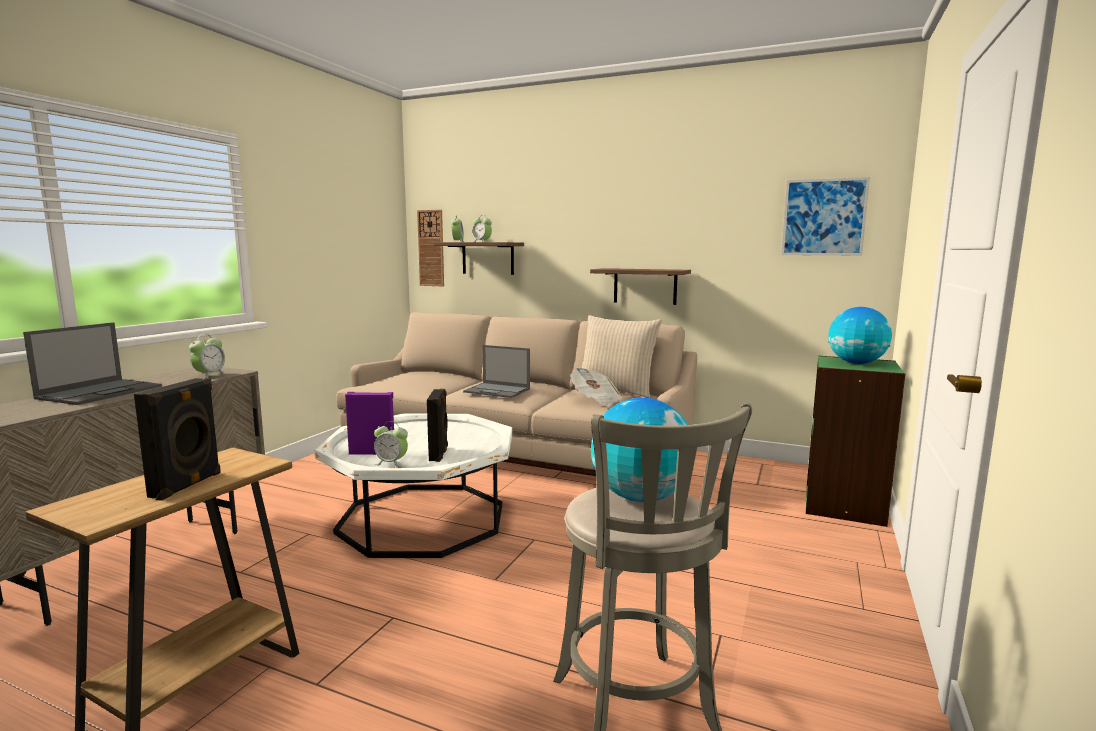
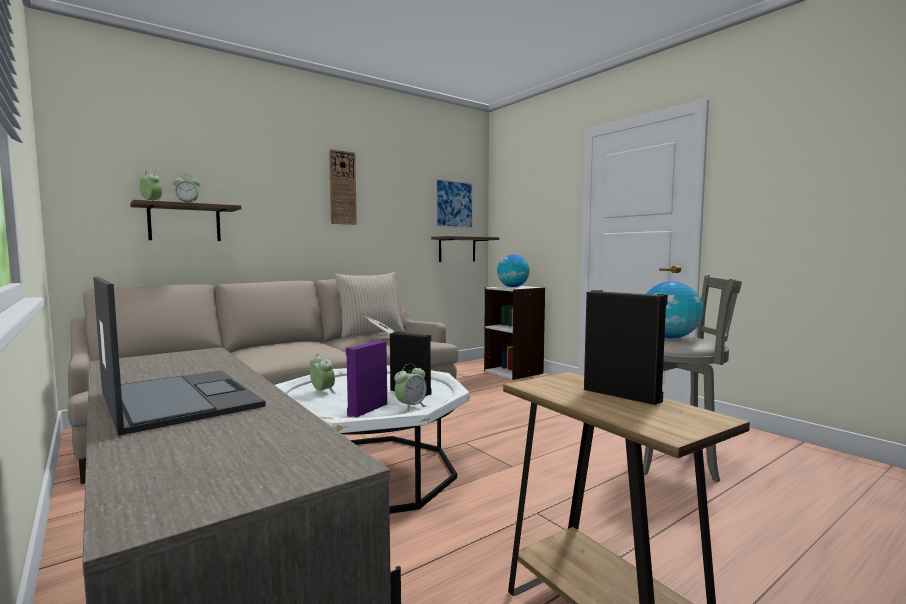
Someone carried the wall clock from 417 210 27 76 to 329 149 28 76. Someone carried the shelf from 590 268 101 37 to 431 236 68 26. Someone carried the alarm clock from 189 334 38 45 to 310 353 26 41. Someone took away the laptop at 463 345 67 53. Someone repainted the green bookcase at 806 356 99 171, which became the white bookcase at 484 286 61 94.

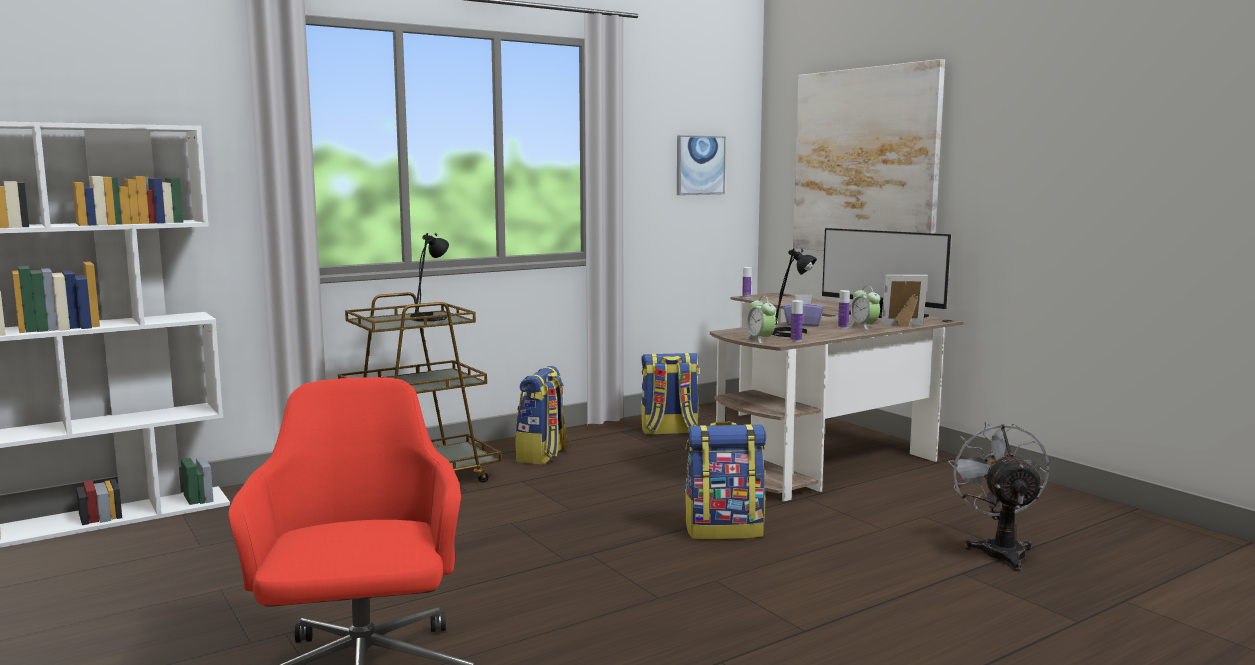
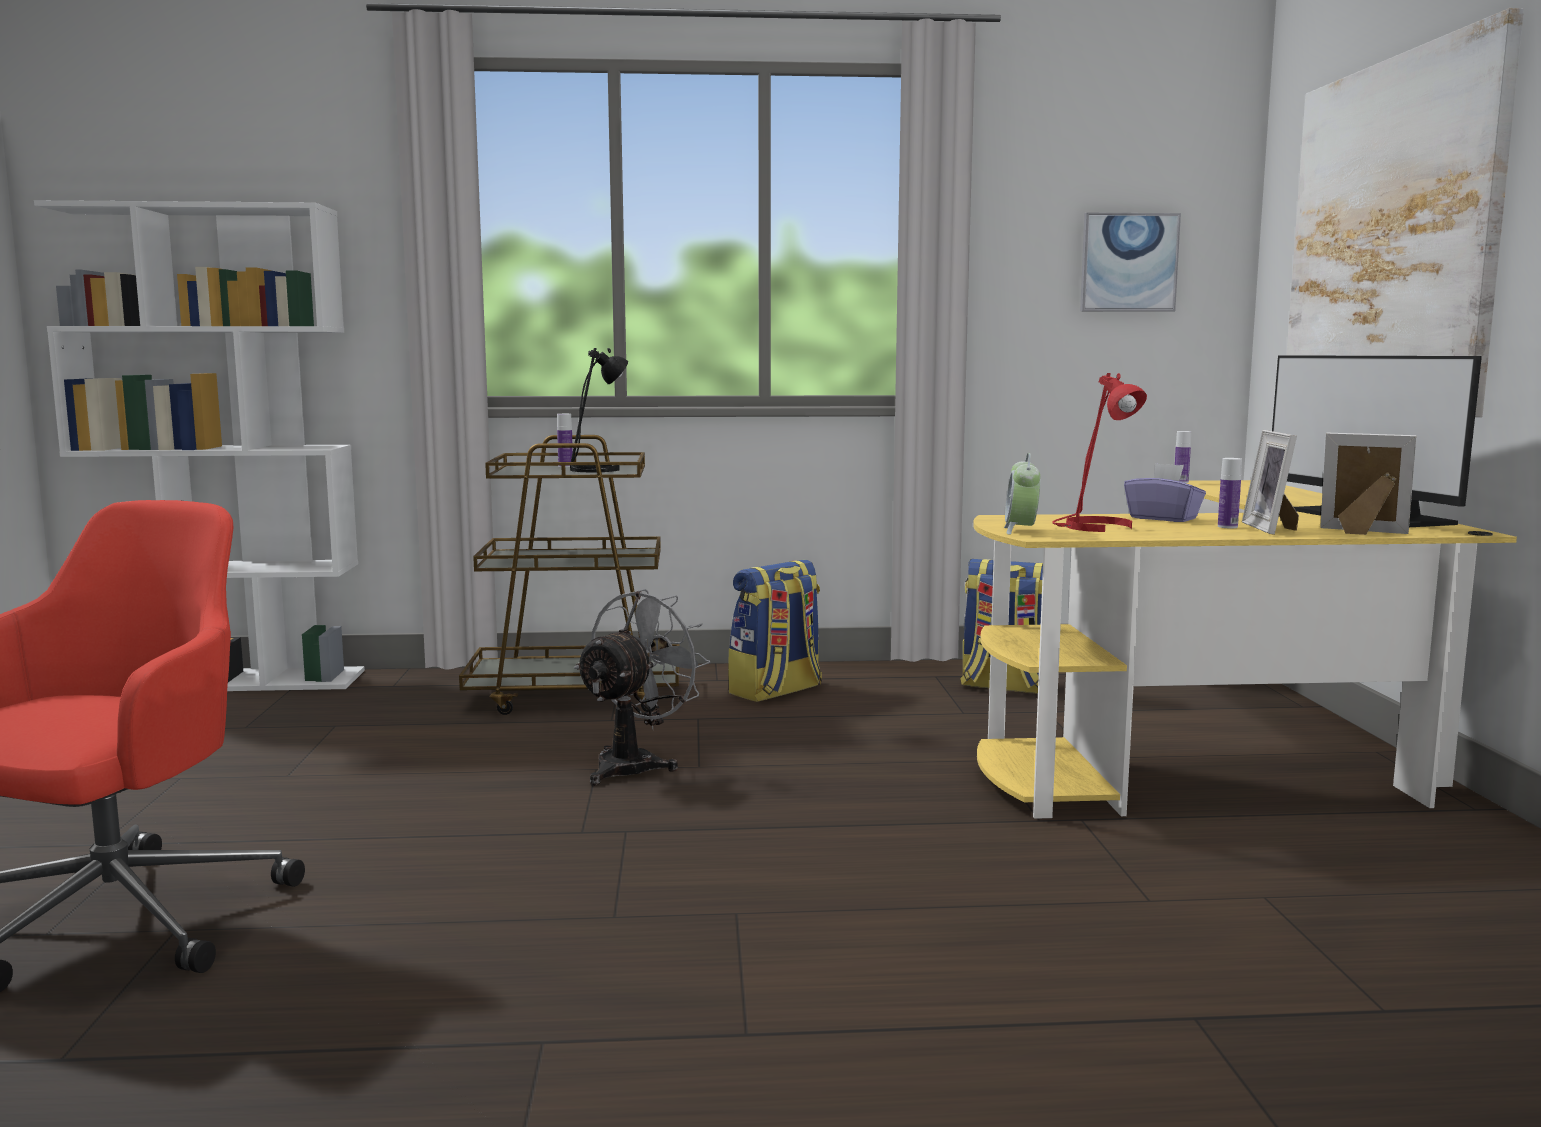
Someone repainted the black table lamp at 772 248 45 89, which became the red table lamp at 1052 373 95 159. Someone swapped the alarm clock at 849 286 31 44 for the picture frame at 1242 430 57 105. Someone repainted the brown desk at 710 292 254 209, which became the yellow desk at 973 480 544 339. Someone carried the bottle from 791 300 12 42 to 557 414 16 54. Someone took away the backpack at 684 422 82 118. Someone carried the grey fan from 948 422 101 149 to 574 589 137 197.

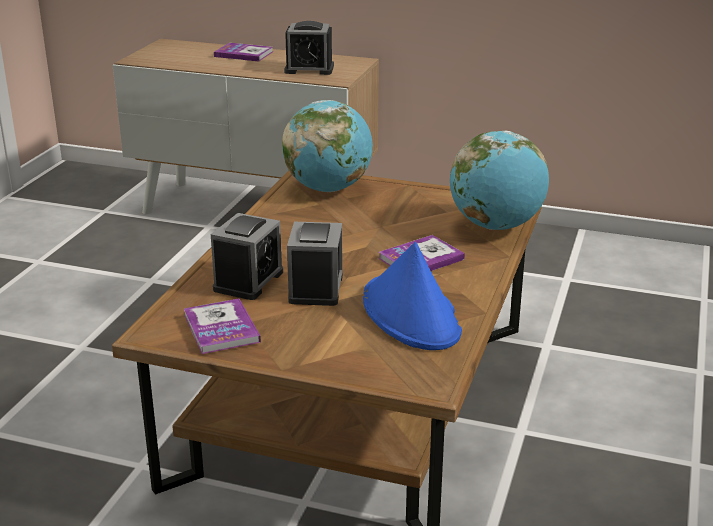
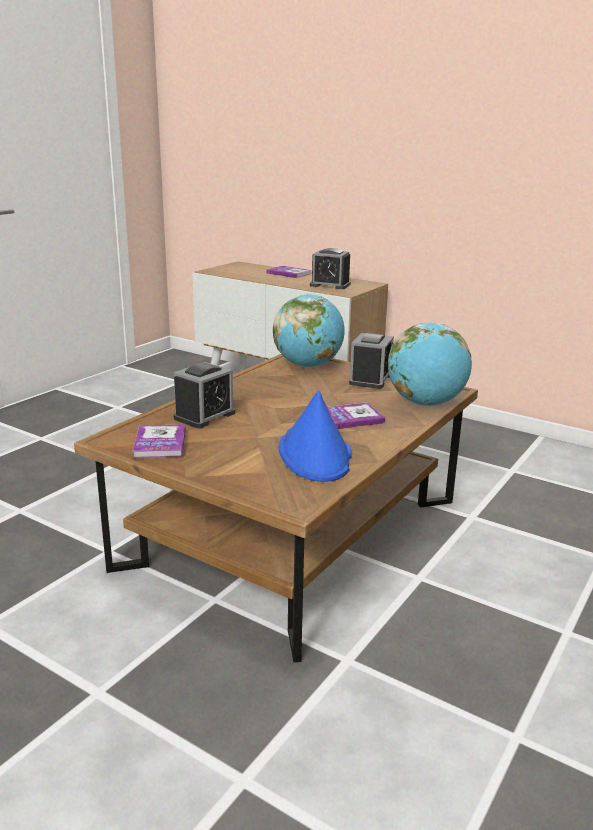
Someone carried the alarm clock from 287 222 56 84 to 349 333 45 56.

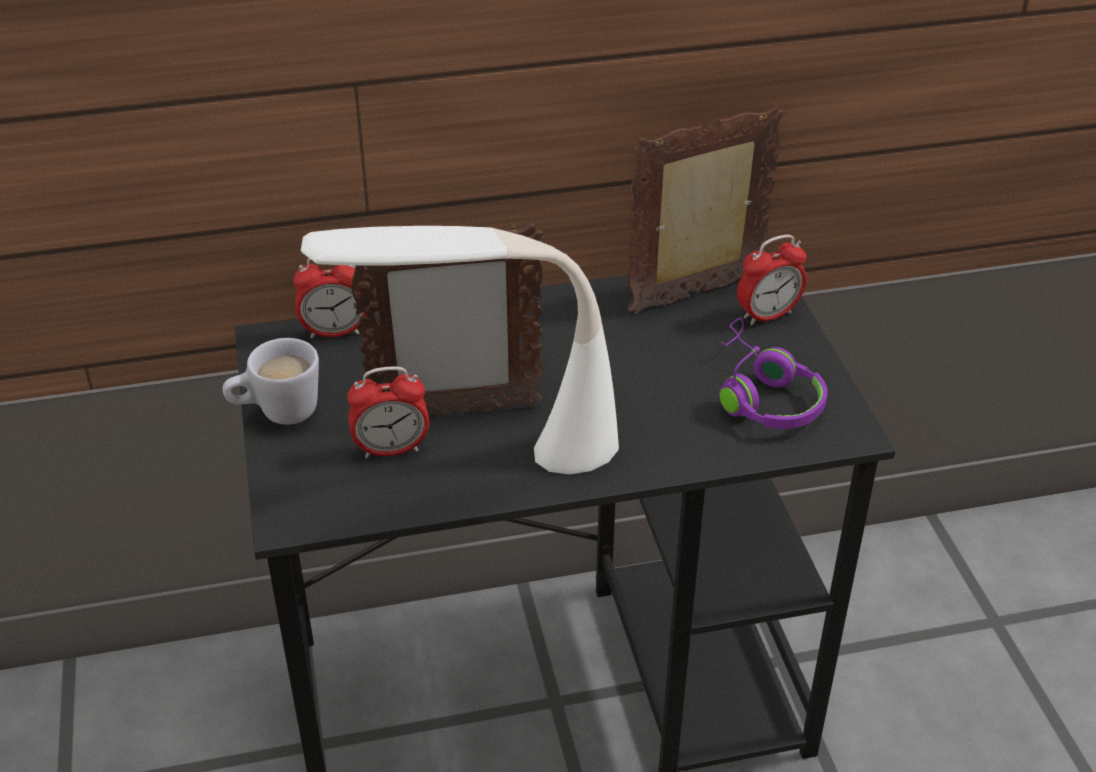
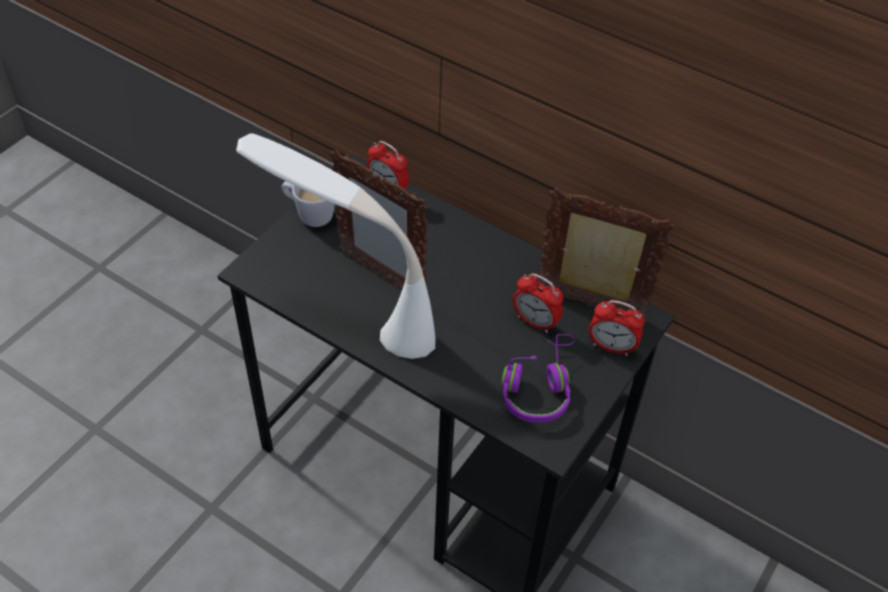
Someone carried the alarm clock from 347 366 82 93 to 513 273 50 60.

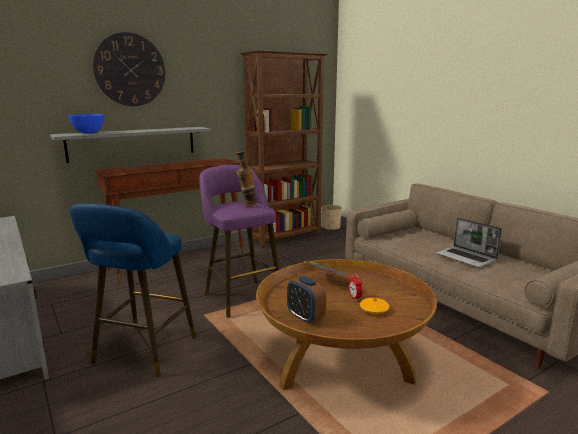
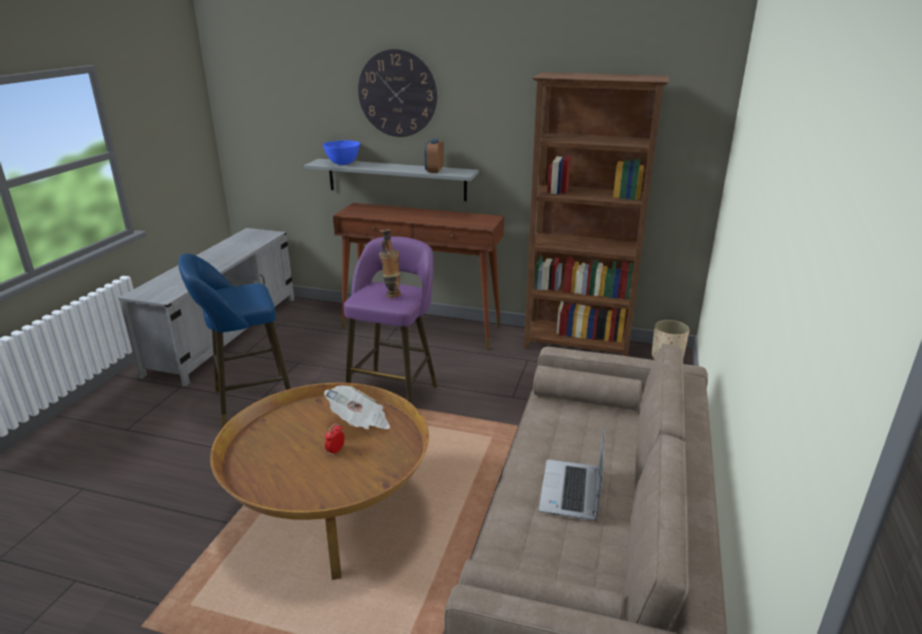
Someone carried the alarm clock from 287 276 39 48 to 424 139 20 34. Someone took away the orange vase at 360 297 29 17.

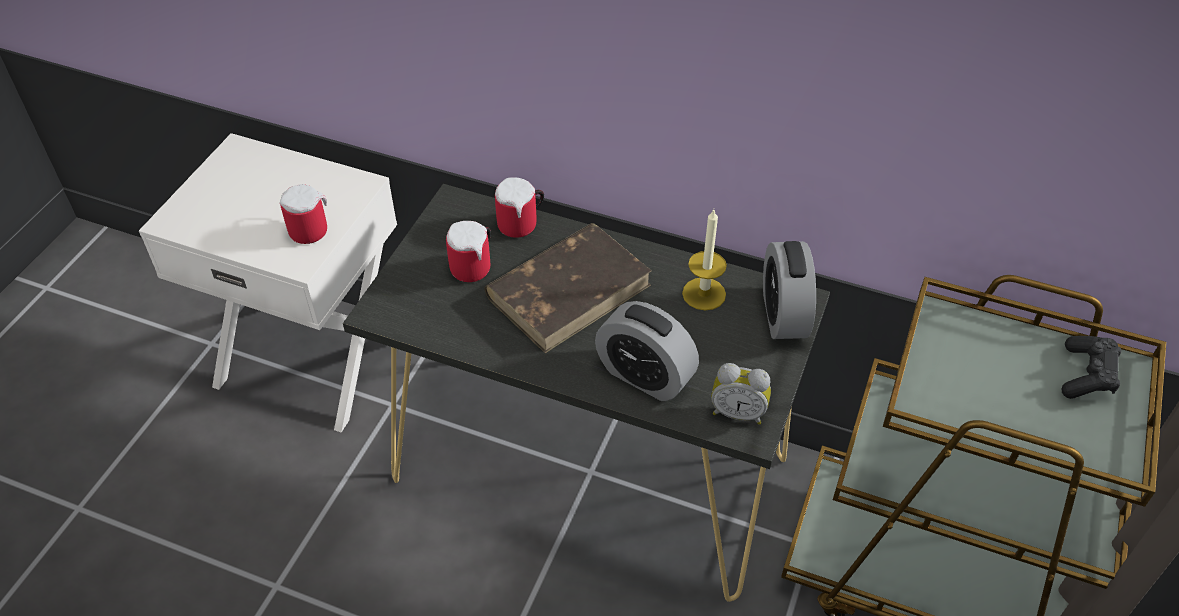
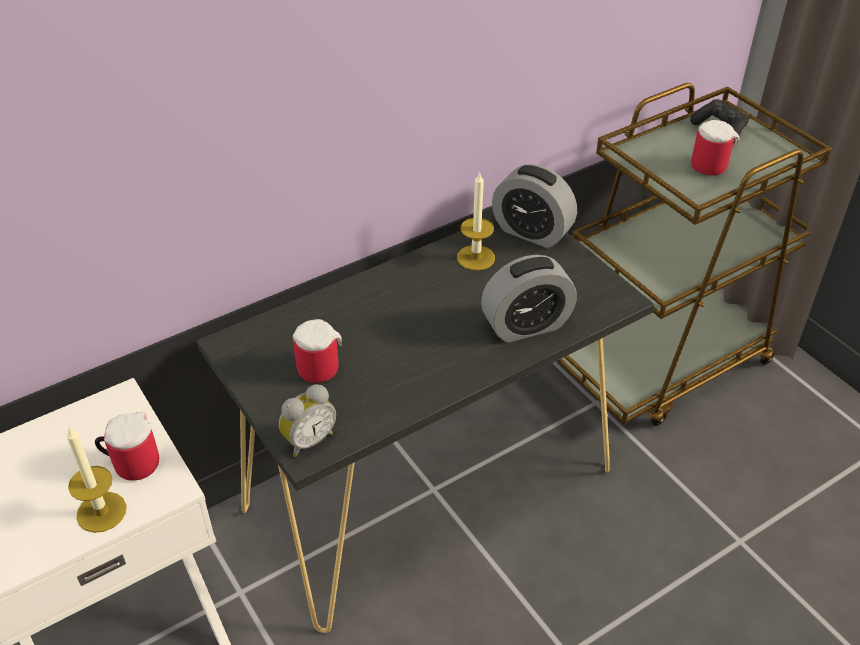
Someone carried the mug from 495 177 49 61 to 691 120 48 55. Someone took away the brown book at 484 223 168 130. Someone carried the alarm clock from 711 363 60 62 to 279 384 57 73. Someone put down the candle at 66 426 61 107.

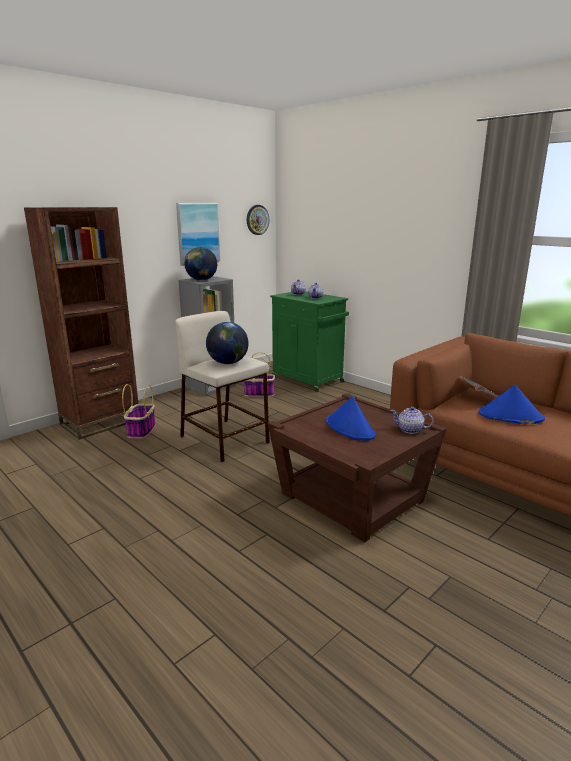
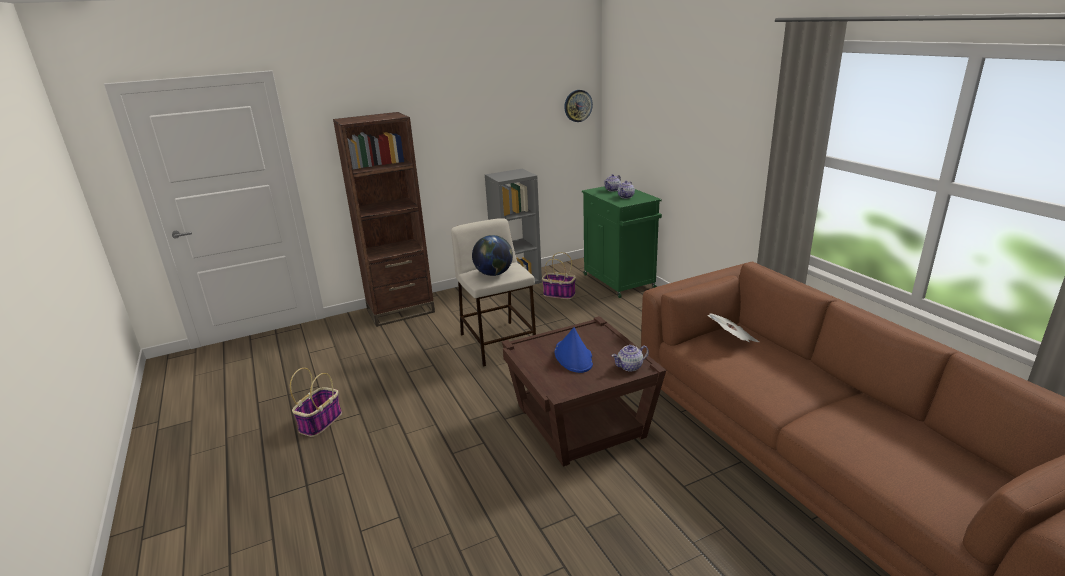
Someone took away the picture at 176 203 44 63. Someone took away the globe at 184 247 33 33. Someone carried the basket from 122 384 34 55 to 290 368 52 69. Someone took away the blue hat at 478 384 67 40. Someone rotated the teapot at 390 407 44 27 by 60 degrees counterclockwise.

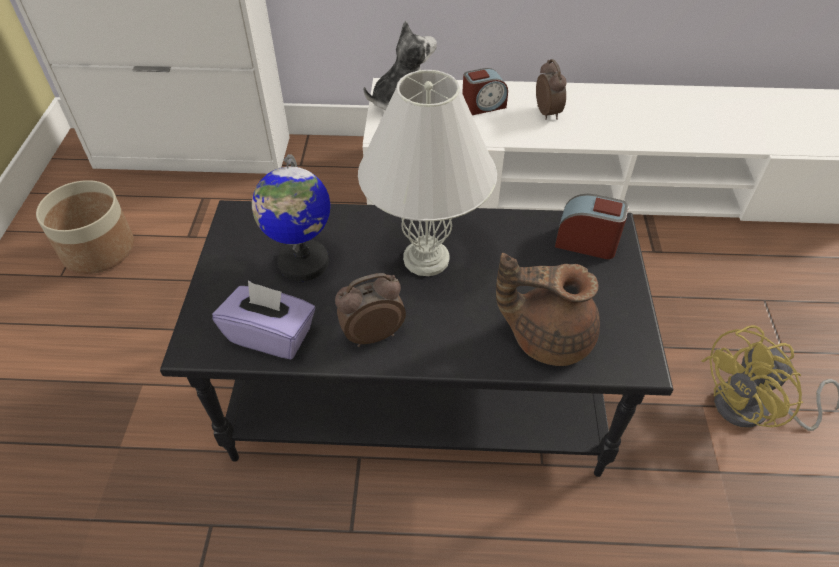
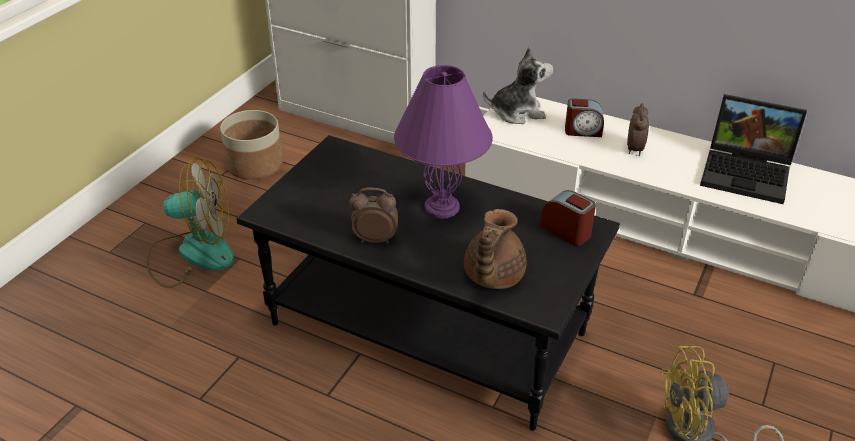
Someone repainted the white table lamp at 358 70 139 206, which became the purple table lamp at 394 65 99 154. Someone took away the globe at 252 154 78 127. Someone rotated the brown teapot at 496 253 104 113 by 105 degrees counterclockwise. Someone took away the purple tissue box at 212 281 103 78. Someone put down the laptop at 700 94 107 110. Someone put down the fan at 147 157 87 131.

